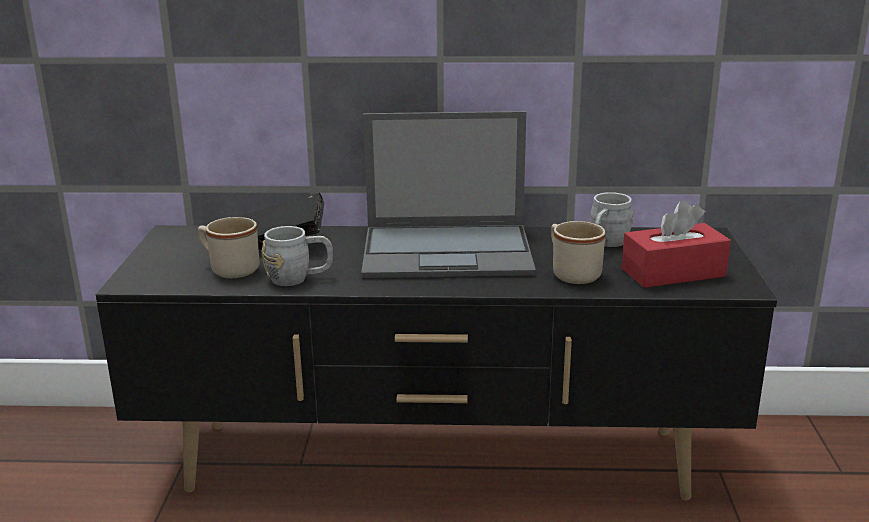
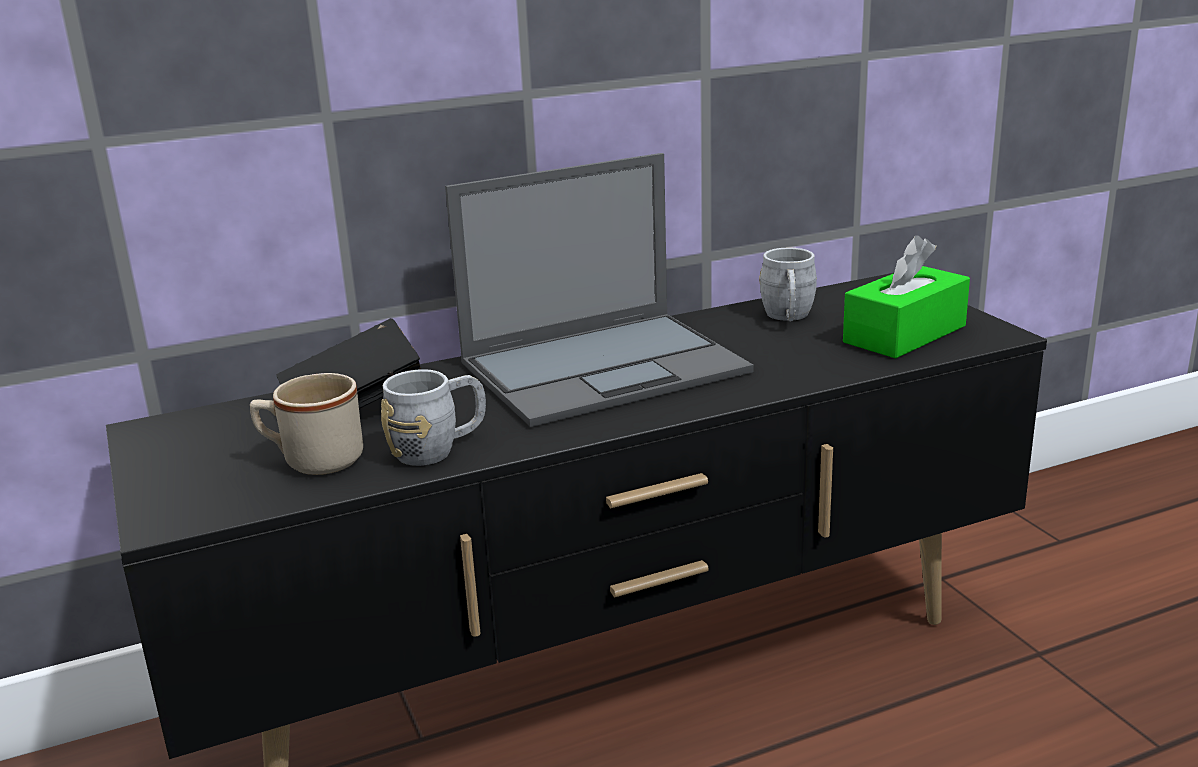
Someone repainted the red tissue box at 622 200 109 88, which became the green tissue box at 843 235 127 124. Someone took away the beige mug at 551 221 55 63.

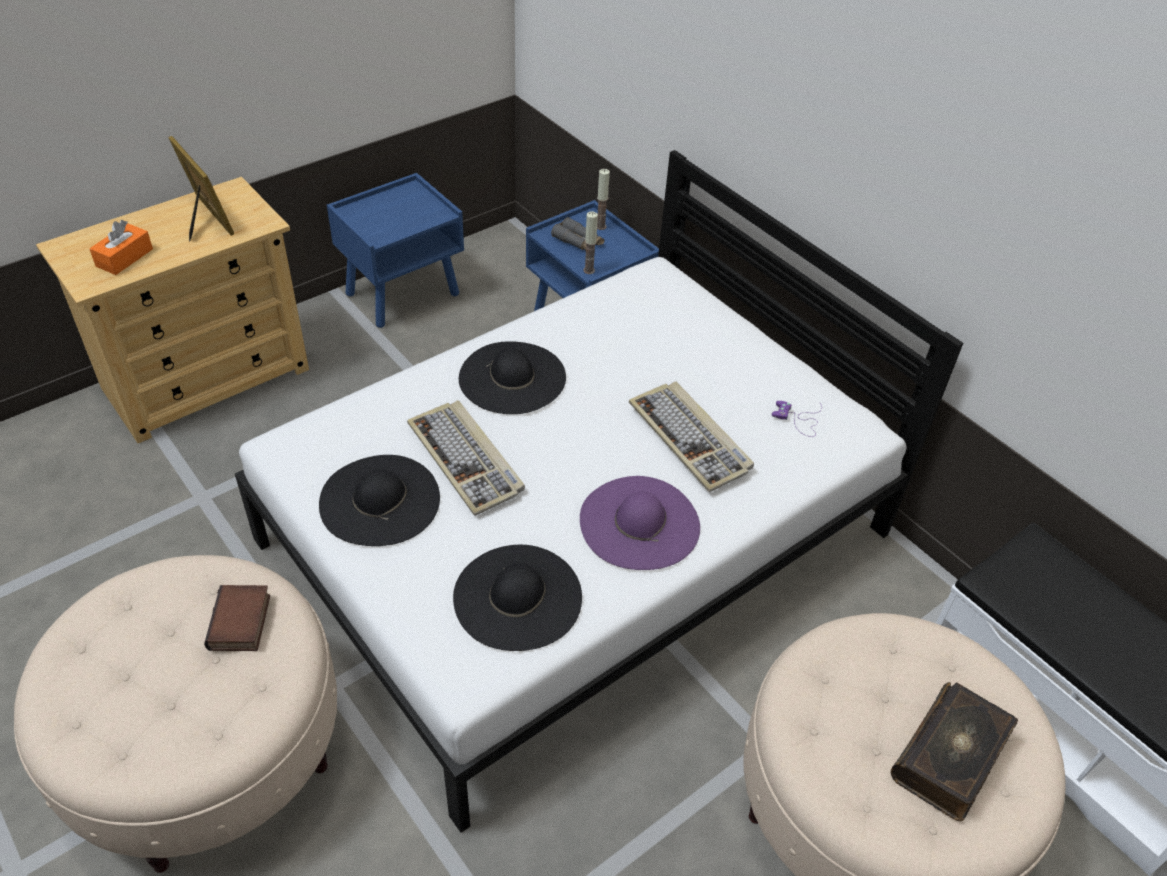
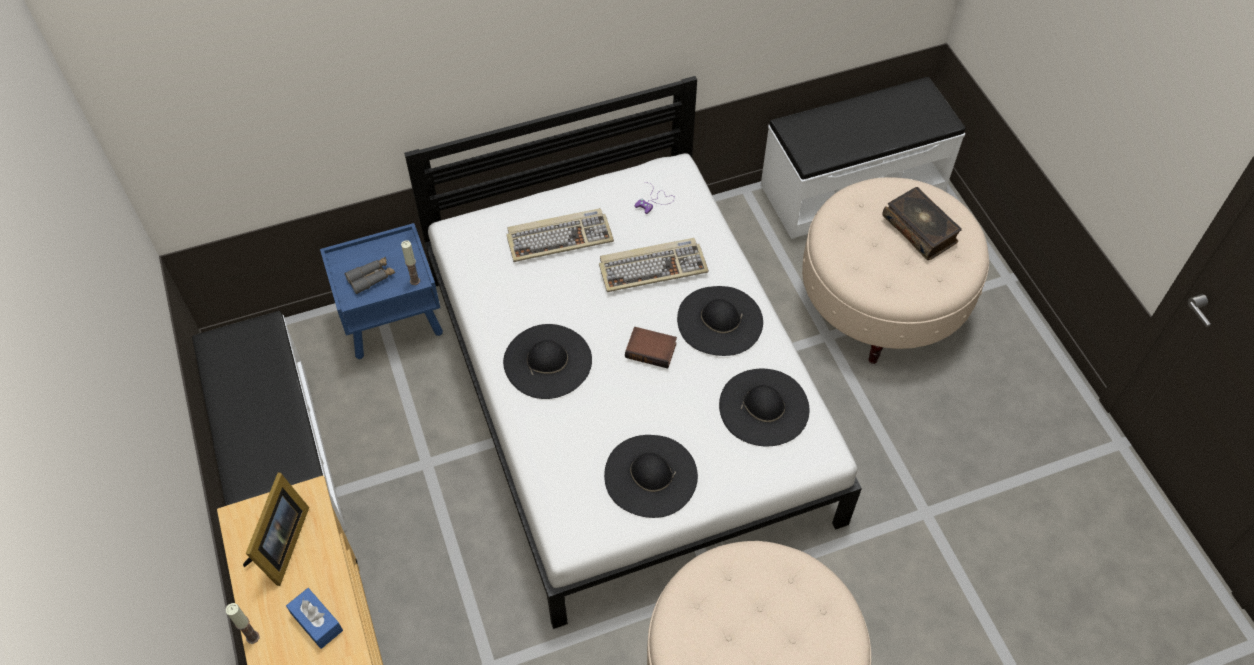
Someone rotated the picture frame at 168 136 66 105 by 120 degrees clockwise. Someone carried the candle from 597 169 13 61 to 226 603 34 41. Someone swapped the blue nightstand at 327 173 137 155 for the white bench at 192 311 154 220. Someone repainted the orange tissue box at 89 220 64 55, which became the blue tissue box at 286 588 57 61. Someone carried the keyboard from 407 400 118 116 to 506 208 108 54. Someone repainted the purple hat at 580 476 120 94, which became the black hat at 677 286 86 70. Someone carried the book from 204 585 66 66 to 625 327 52 42.

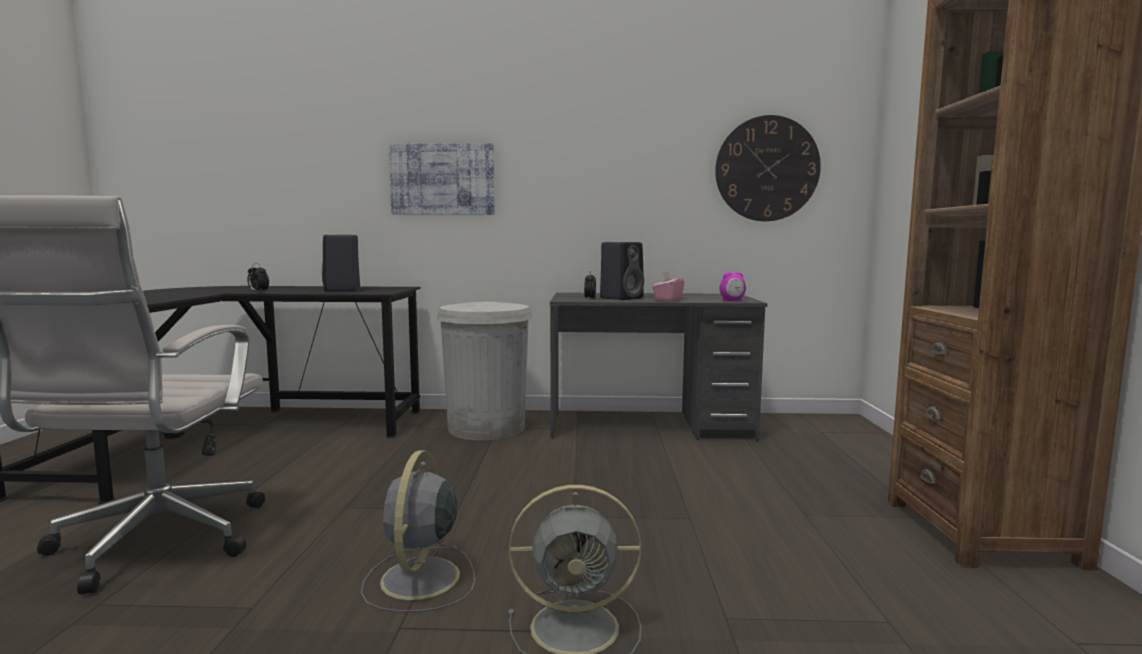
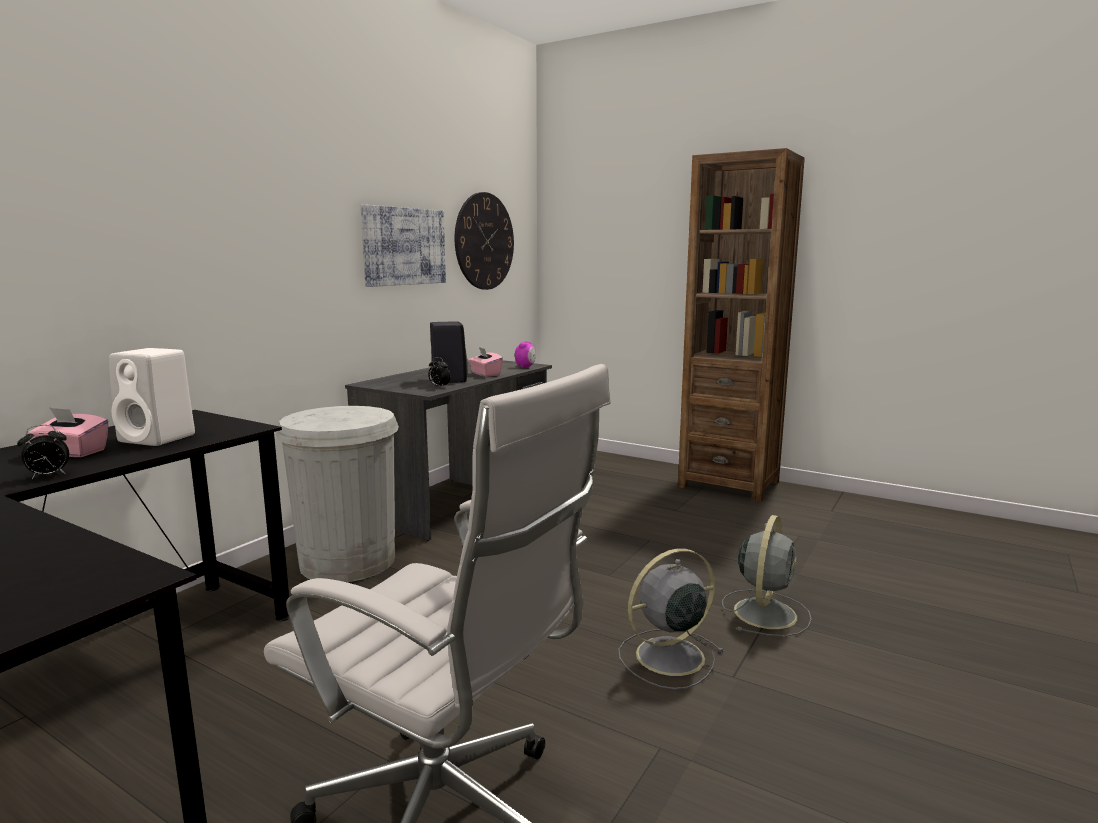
Someone carried the picture from 389 143 105 72 to 361 204 85 83. Someone repainted the black speaker at 322 235 38 57, which became the white speaker at 109 348 86 98. Someone rotated the grey fan at 361 450 114 162 by 120 degrees clockwise. Someone put down the pink tissue box at 29 407 80 50.

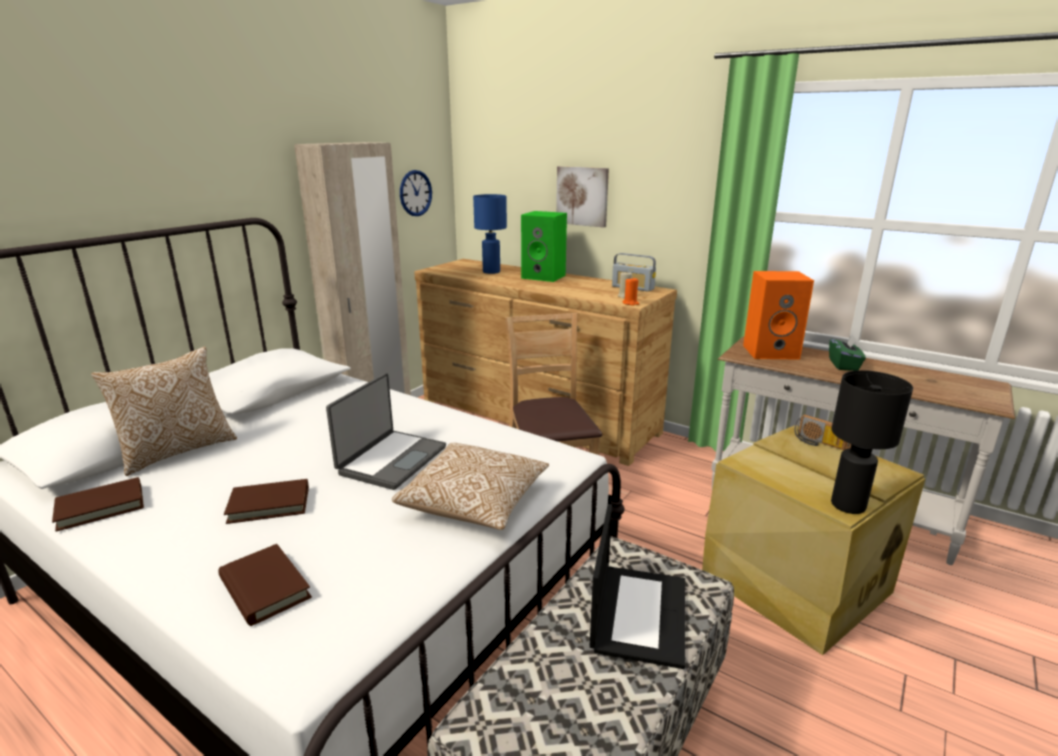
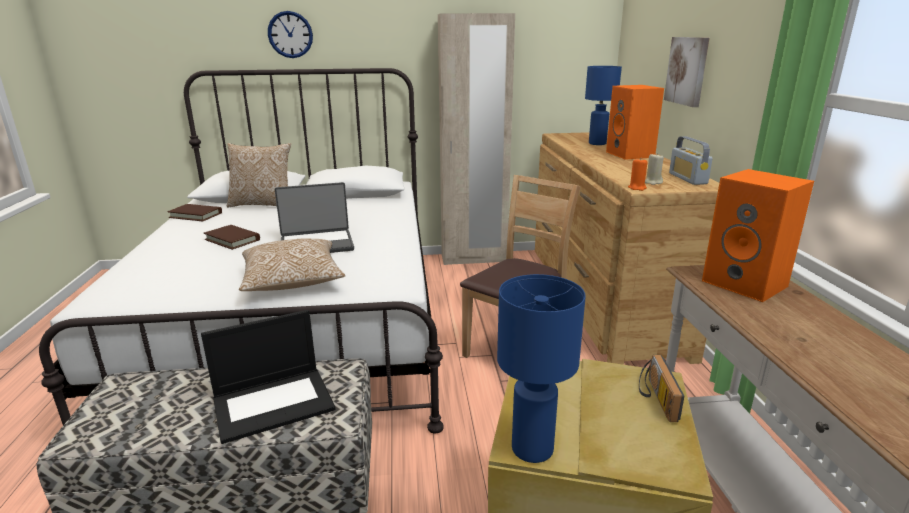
Someone carried the wall clock from 400 170 32 46 to 268 11 45 47. Someone repainted the green speaker at 521 211 46 71, which became the orange speaker at 606 85 58 75. Someone took away the green tissue box at 829 334 37 37. Someone repainted the black table lamp at 831 370 82 144, which became the blue table lamp at 497 274 89 189. Someone took away the brown book at 218 544 94 82.

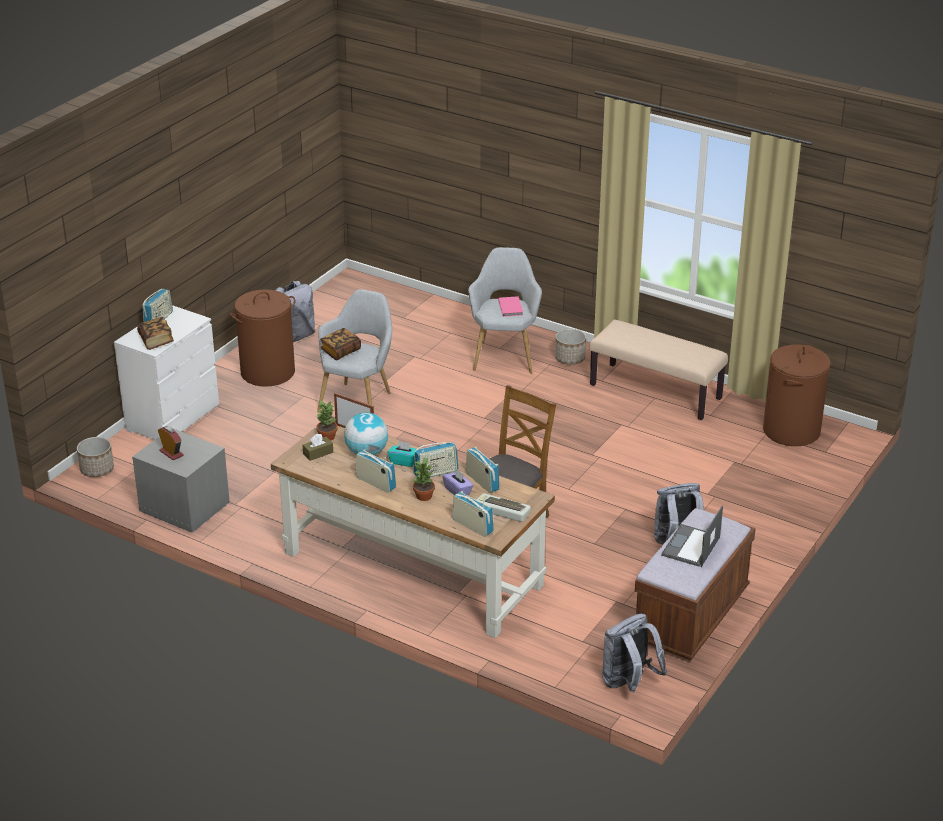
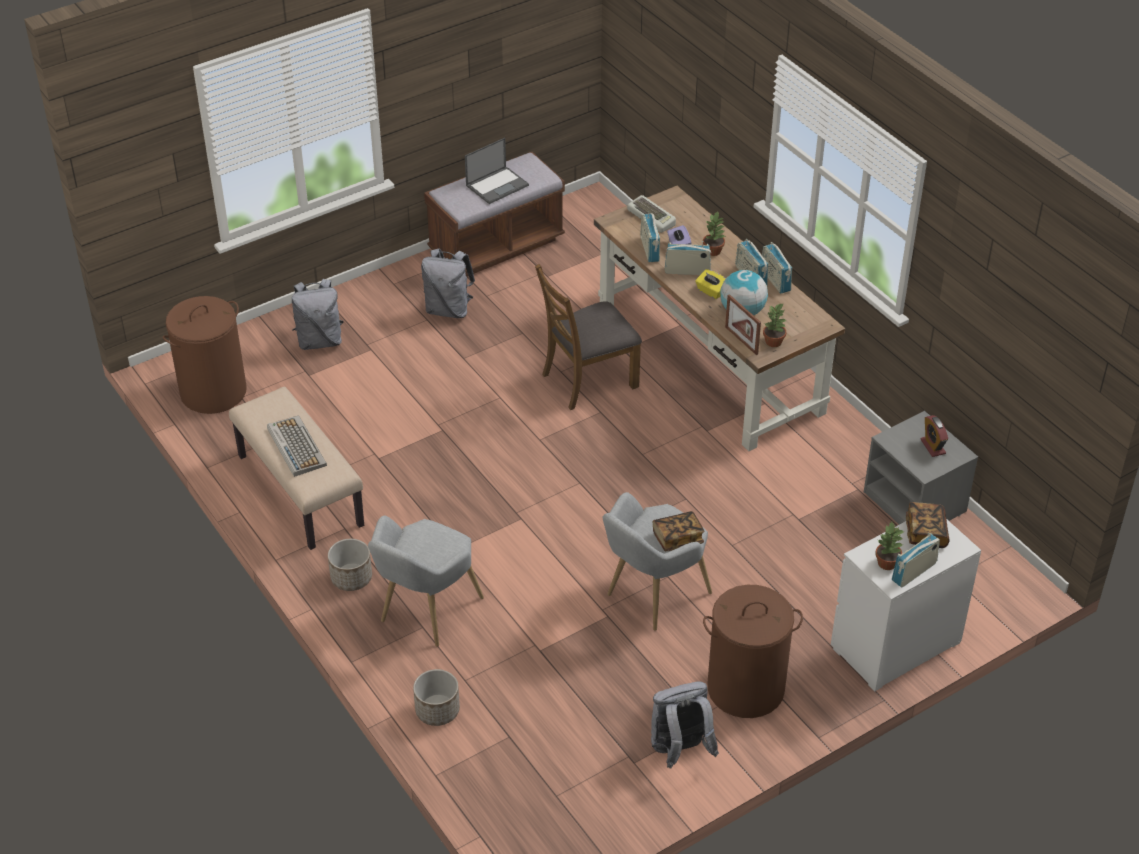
Someone took away the pink book at 498 296 25 21. Someone took away the brown tissue box at 303 433 30 28. Someone carried the planter from 77 437 37 40 to 413 669 47 57. Someone repainted the turquoise tissue box at 388 441 28 26, which became the yellow tissue box at 695 269 31 30. Someone carried the radio from 452 491 42 46 to 762 242 30 52. Someone carried the grey backpack from 602 614 65 78 to 292 279 52 71. Someone put down the keyboard at 267 416 60 61. Someone put down the potted plant at 875 522 30 48.

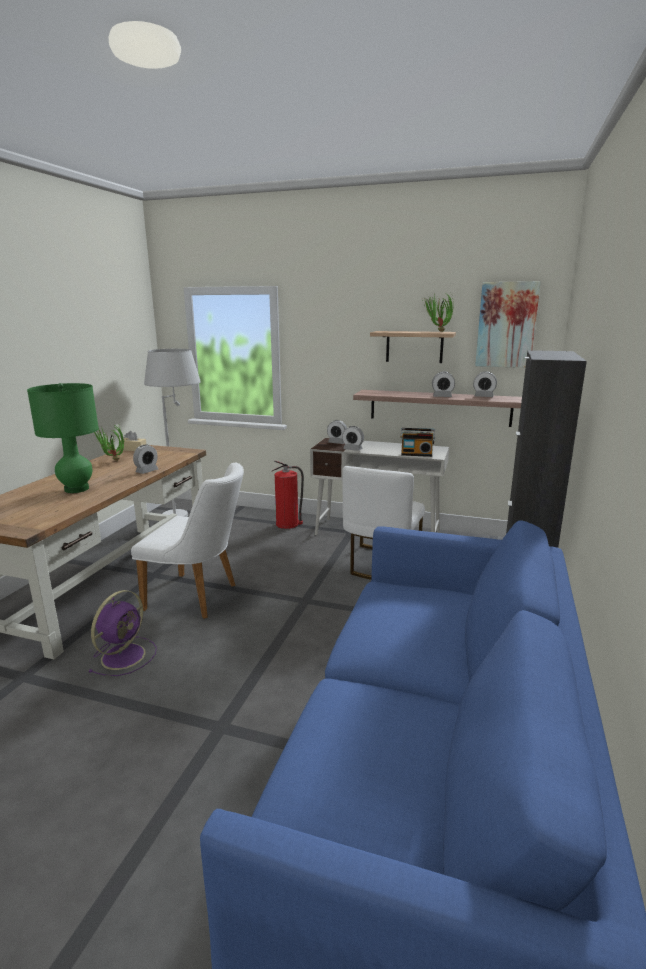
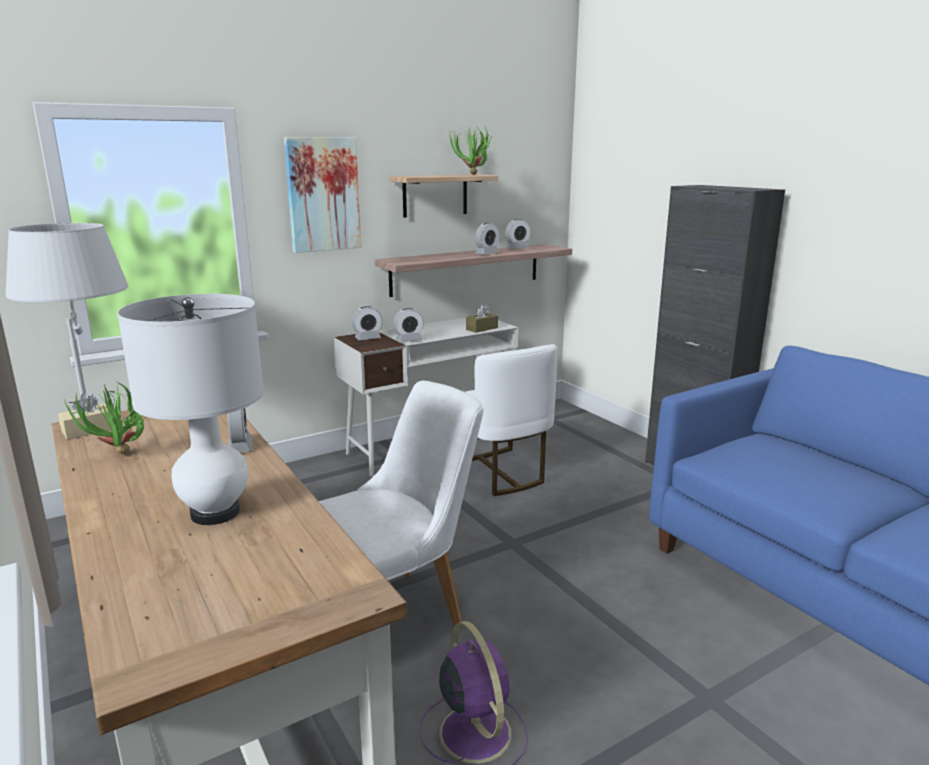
Someone carried the picture from 475 281 66 87 to 284 137 77 116. Someone repainted the green table lamp at 27 383 72 110, which became the white table lamp at 117 294 147 231. Someone swapped the radio at 400 428 35 29 for the brown tissue box at 466 304 32 29. Someone took away the fire extinguisher at 272 461 32 68.

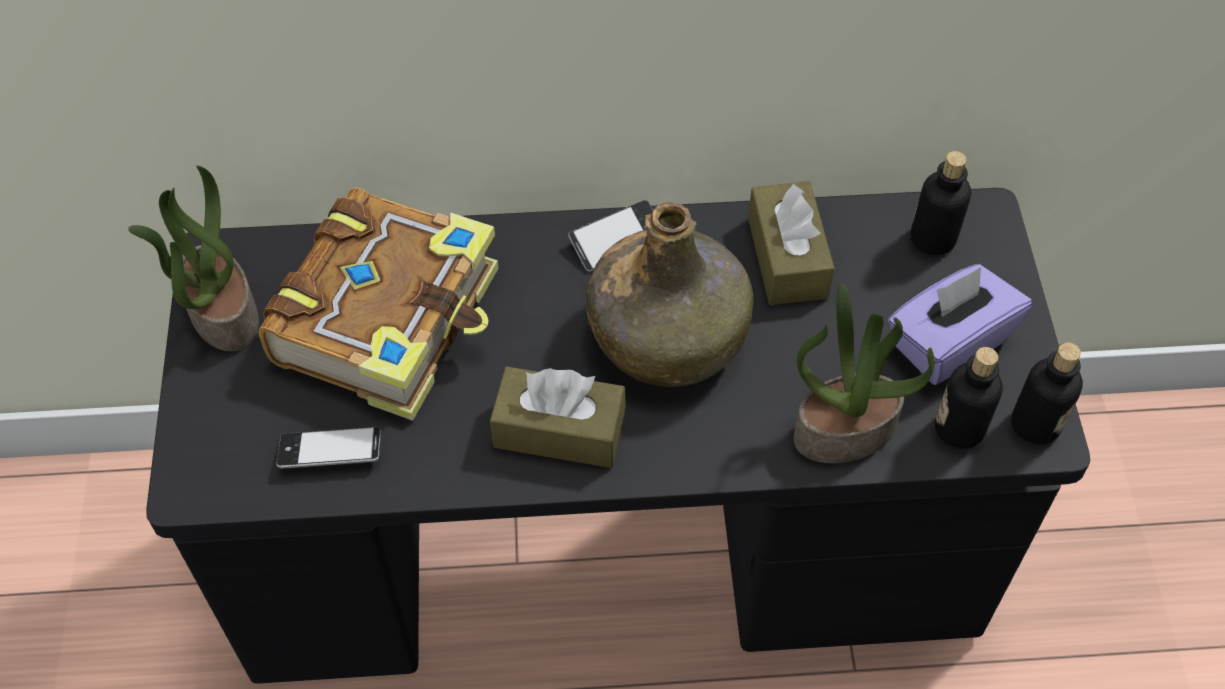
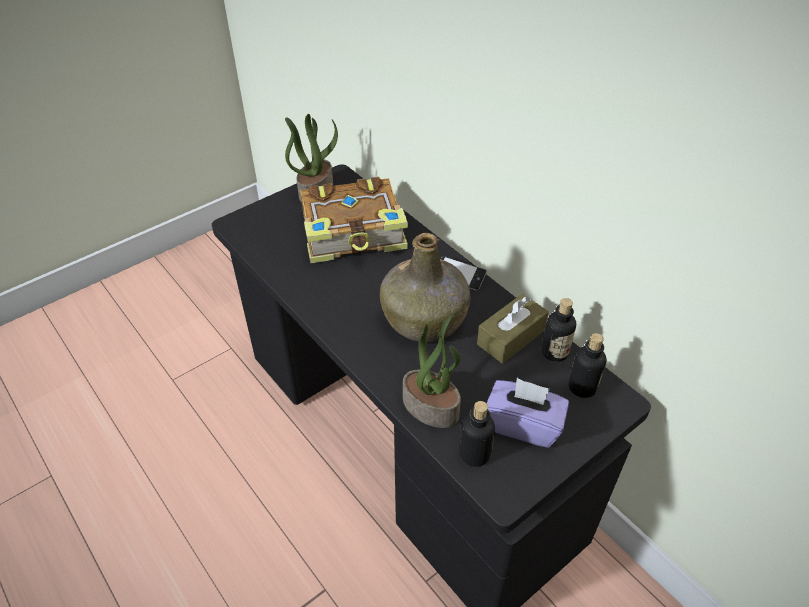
Someone carried the bottle from 1011 342 72 103 to 541 298 35 64. Someone took away the brown tissue box at 490 366 136 102. Someone took away the phone at 276 427 105 42.

